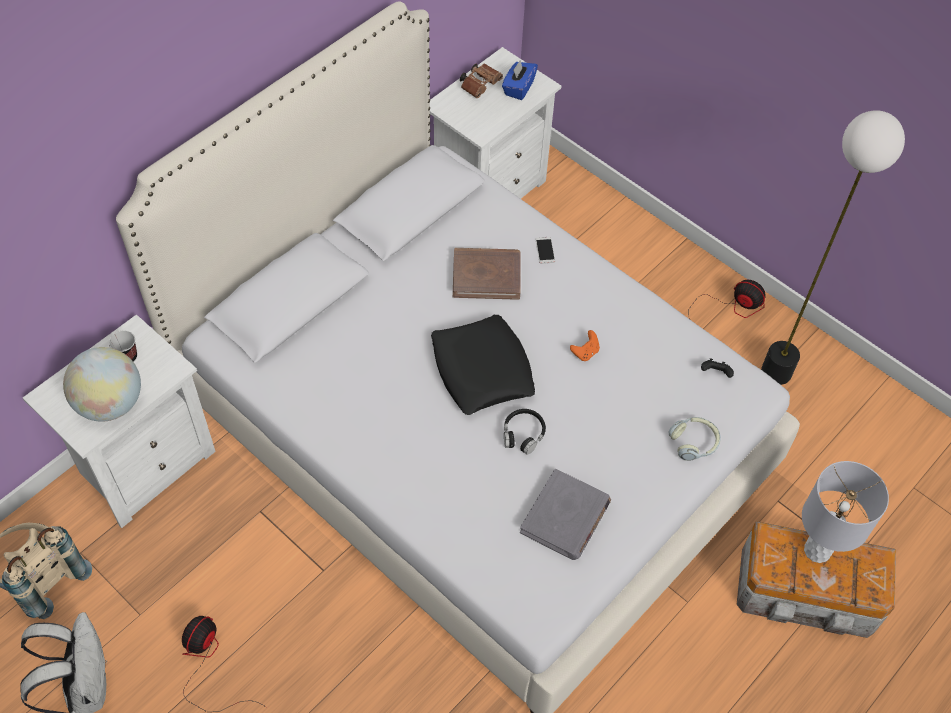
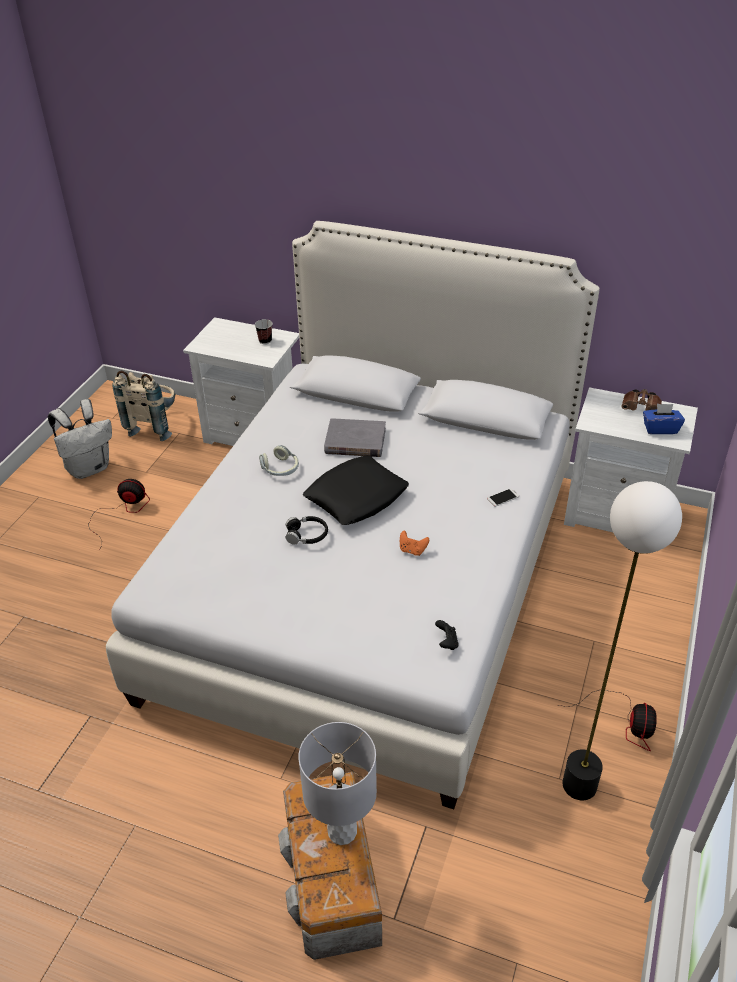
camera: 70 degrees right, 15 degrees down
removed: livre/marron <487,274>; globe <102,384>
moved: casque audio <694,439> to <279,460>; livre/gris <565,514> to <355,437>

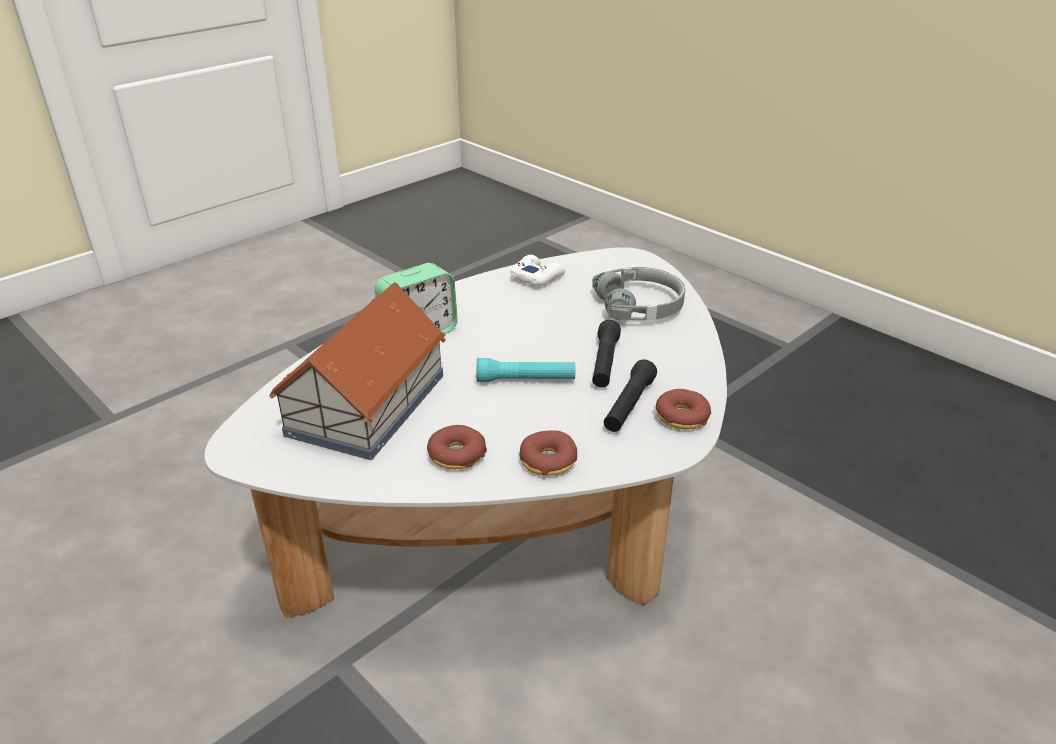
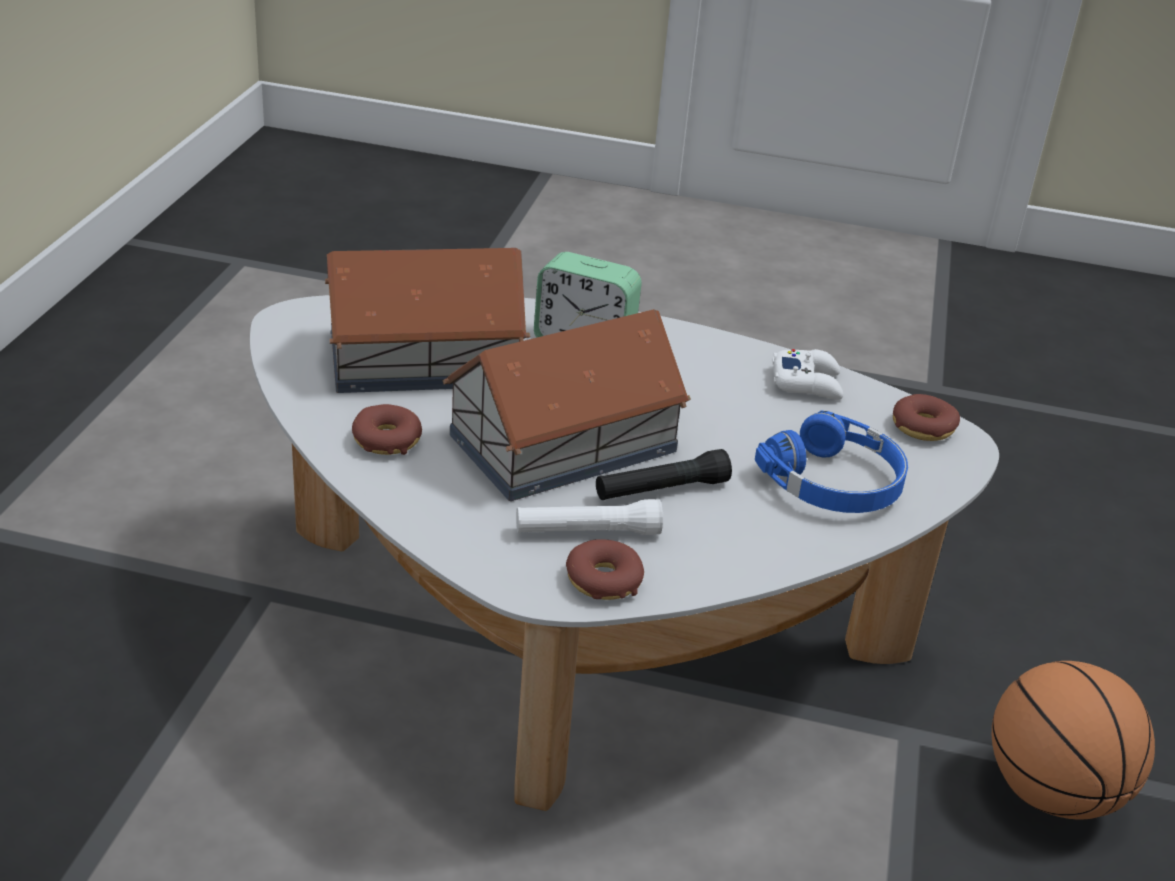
camera: 55 degrees right, 0 degrees up
added: ballon de basket <1073,740>
moved: beignet <548,453> to <926,417>
replaced: lampe de poche/turquoise <525,370> to maison miniature <566,405>
recoloured: casque audio/gris <638,293> to casque audio/bleu <831,461>; lampe de poche/noir <630,395> to lampe de poche/blanc <589,517>

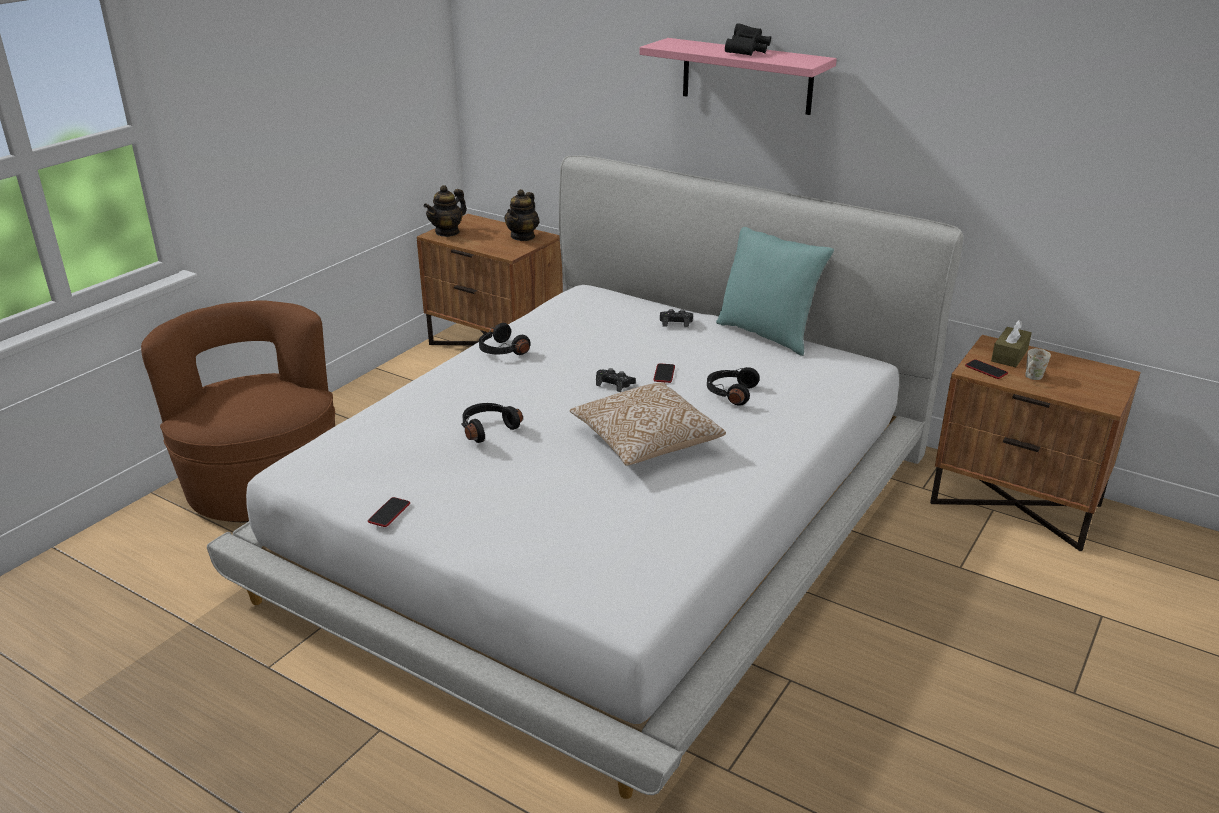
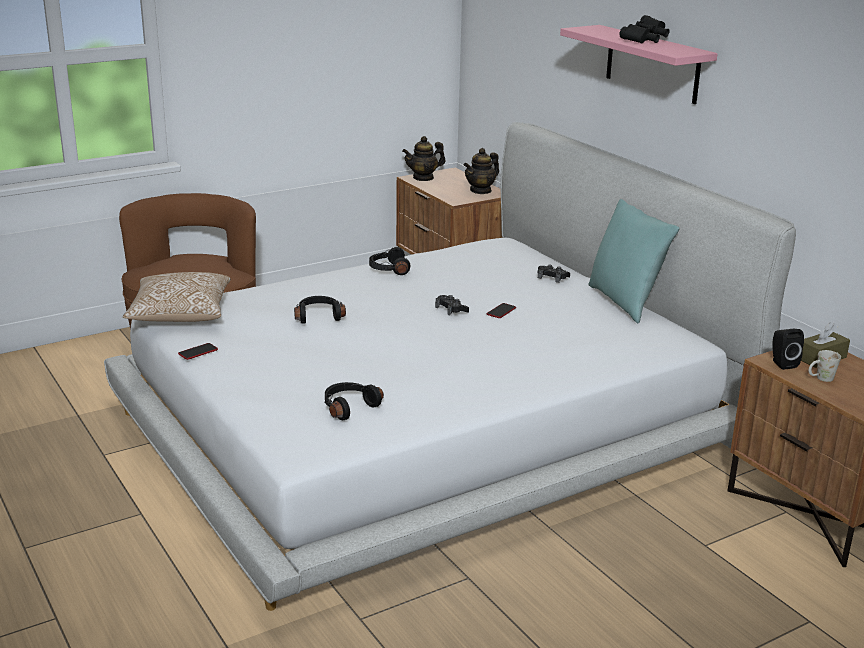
camera: 25 degrees right, 5 degrees down
moved: casque audio/noir <733,386> to <354,401>; coussin <648,424> to <177,297>
replaced: téléphone <986,369> to enceinte/noir <788,349>

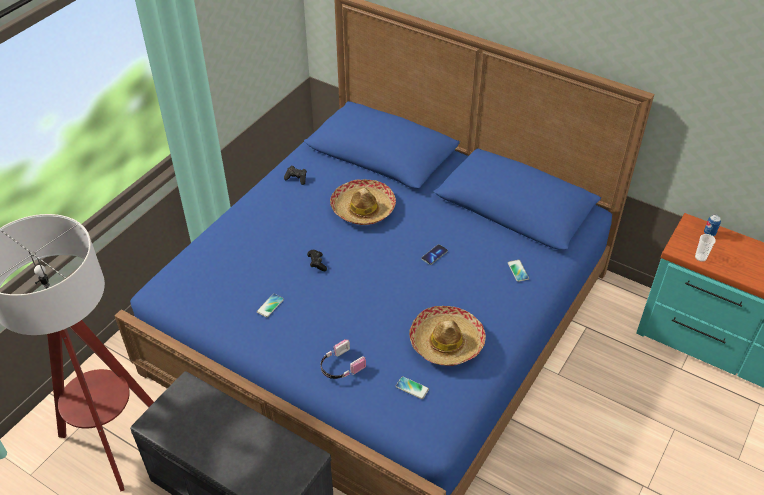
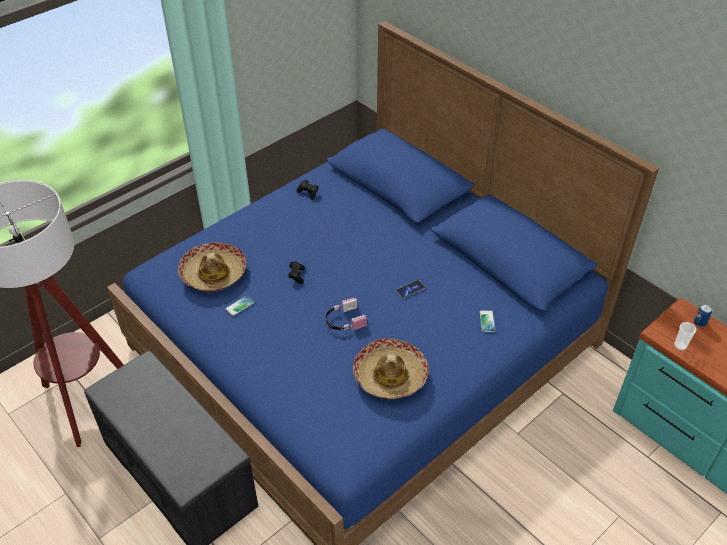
camera: 15 degrees right, 0 degrees up
removed: téléphone <412,387>
moved: chapeau <363,202> to <212,266>; casque audio <343,359> to <346,314>

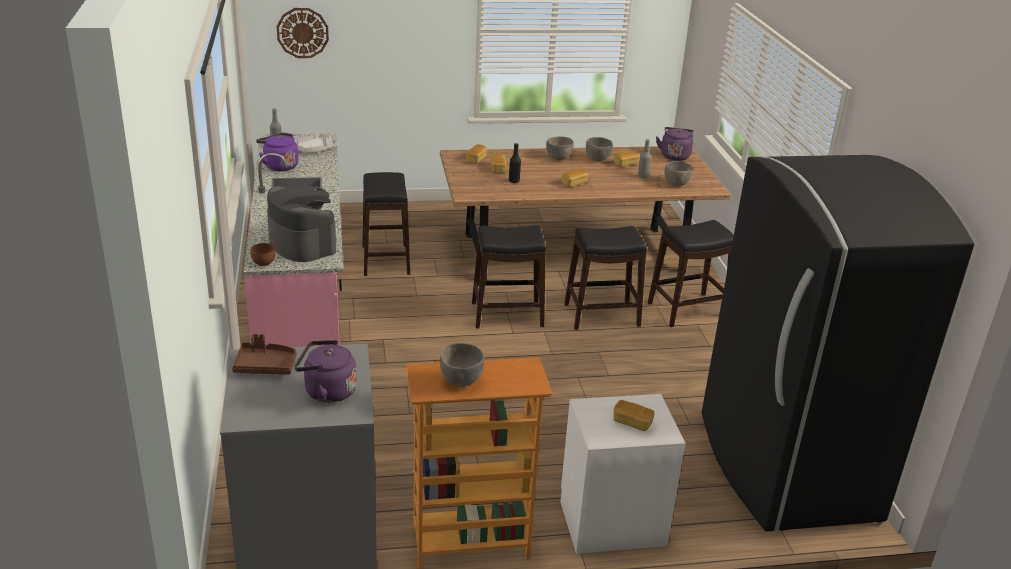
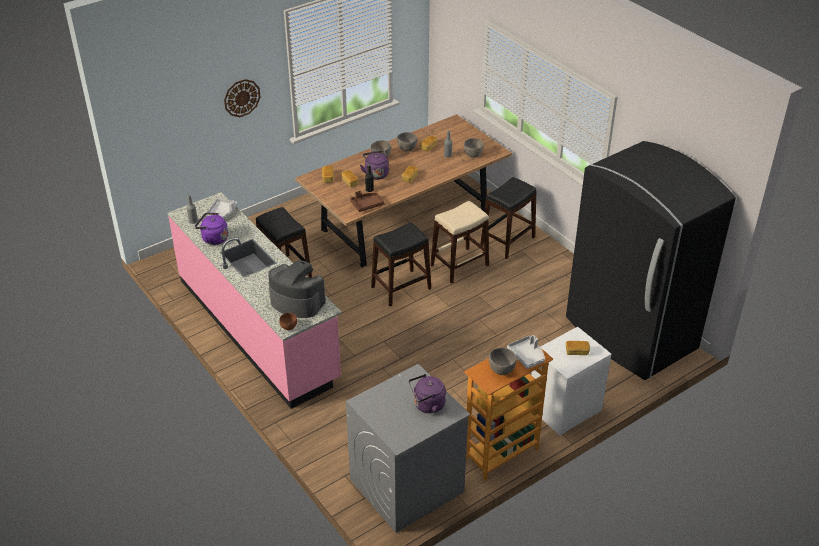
camera: 25 degrees left, 10 degrees up
added: plateau/gris <526,352>
moved: horloge murale <303,33> to <242,98>; bouilloire/violet <675,144> to <374,165>; plateau/marron <264,354> to <367,201>
recoloured: tabouret/noir <605,278> to tabouret/beige <459,242>

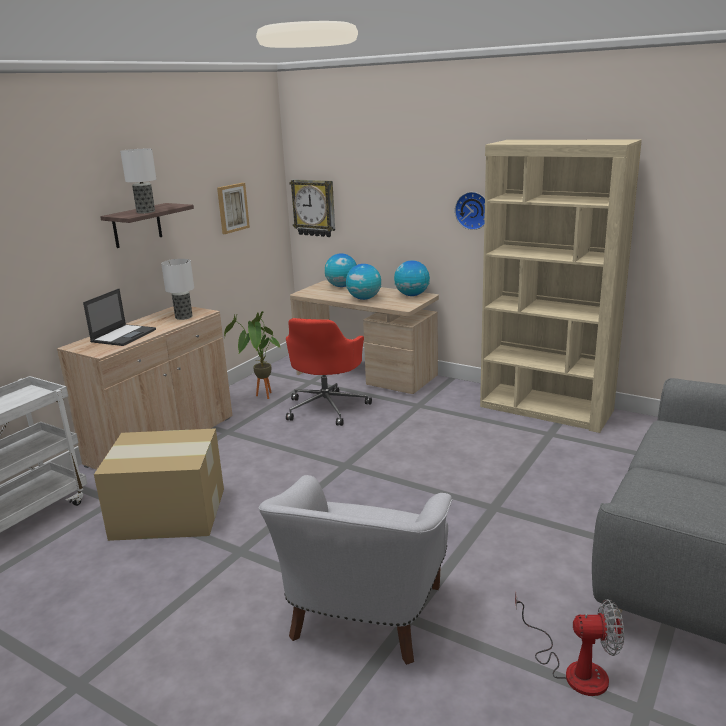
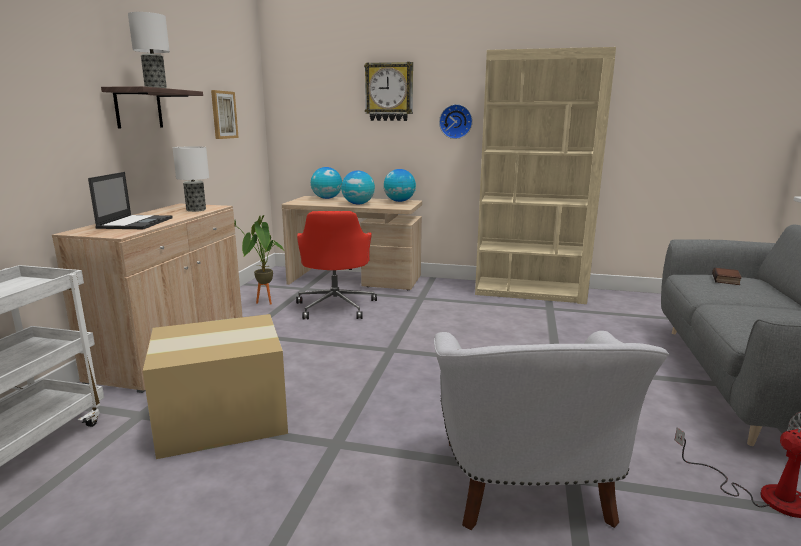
camera: 20 degrees left, 5 degrees down
added: livre <727,276>
moved: horloge murale <312,208> to <388,91>

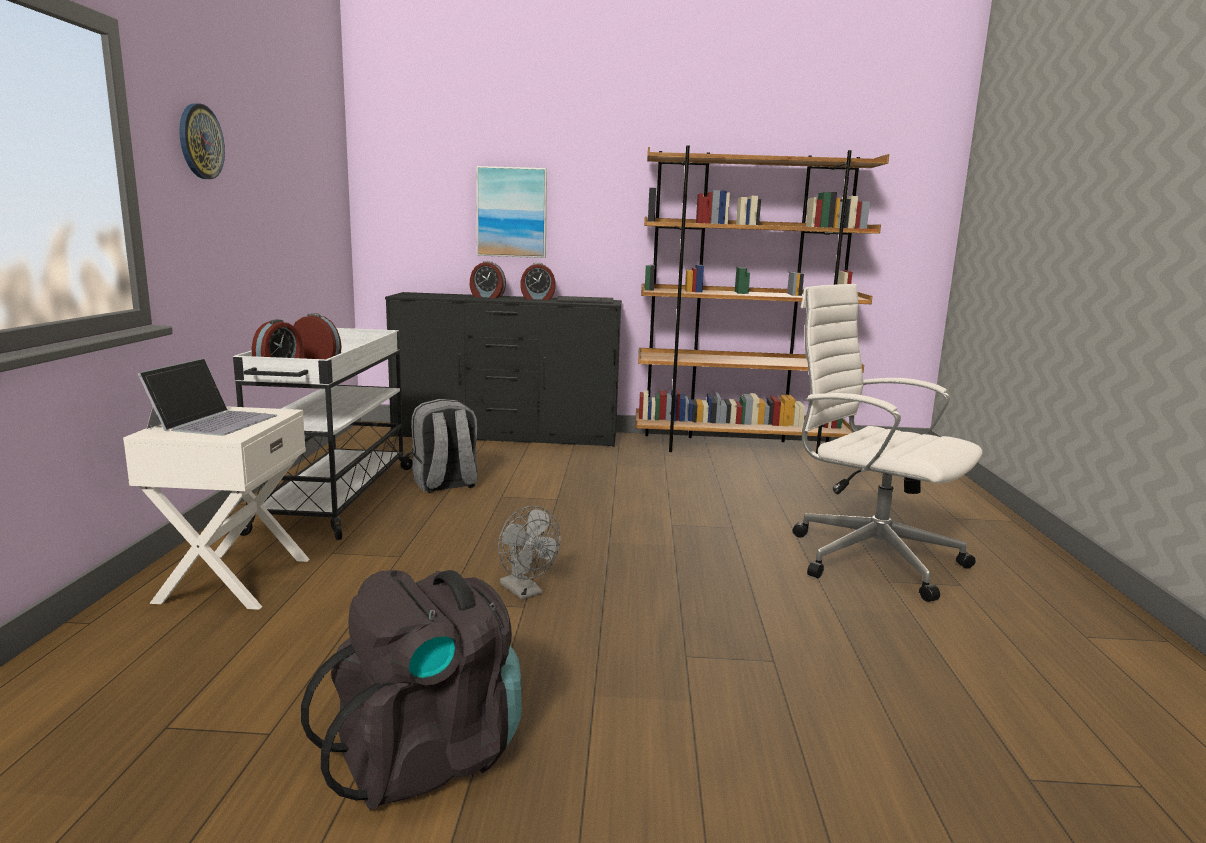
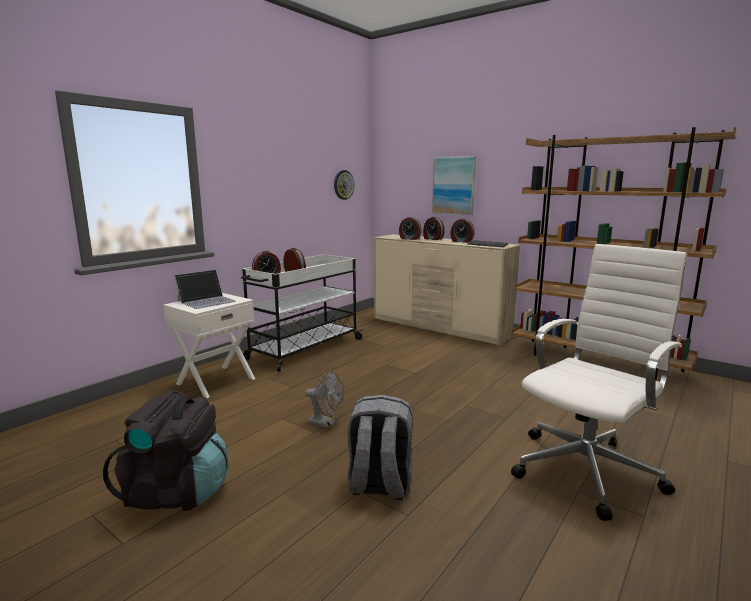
camera: 35 degrees right, 0 degrees up
added: réveil <410,228>
moved: horloge murale <202,141> to <344,185>; sac à dos/gris <444,445> to <380,447>
recoloured: commode/noir <503,369> to commode/beige <447,289>
turned: chaise de bureau/blanc <887,443> = <599,382> 60 degrees clockwise; ventilateur/gris <529,552> = <324,400> 60 degrees counterclockwise

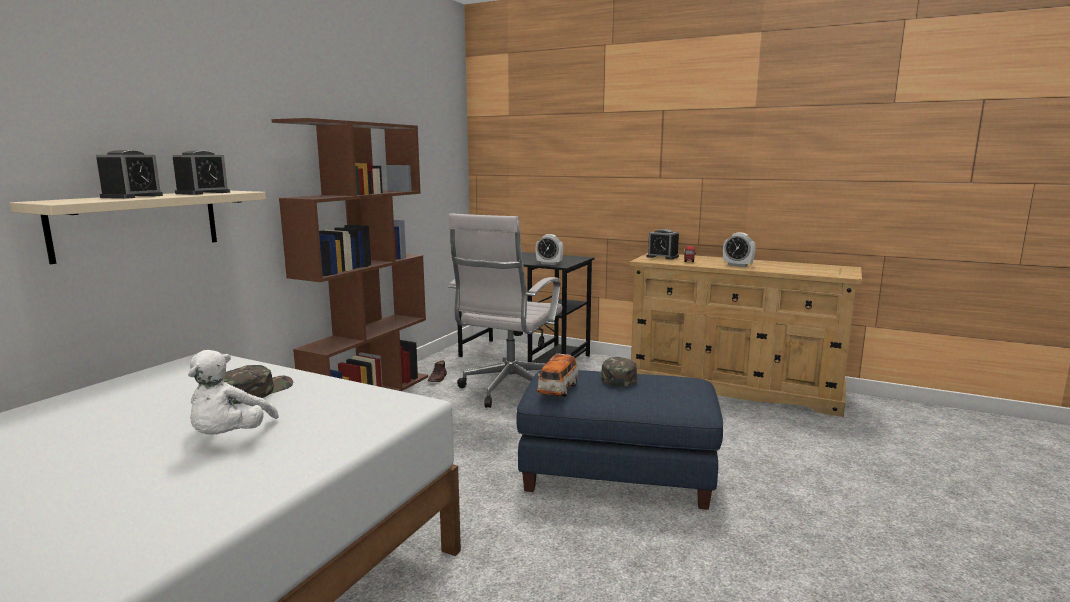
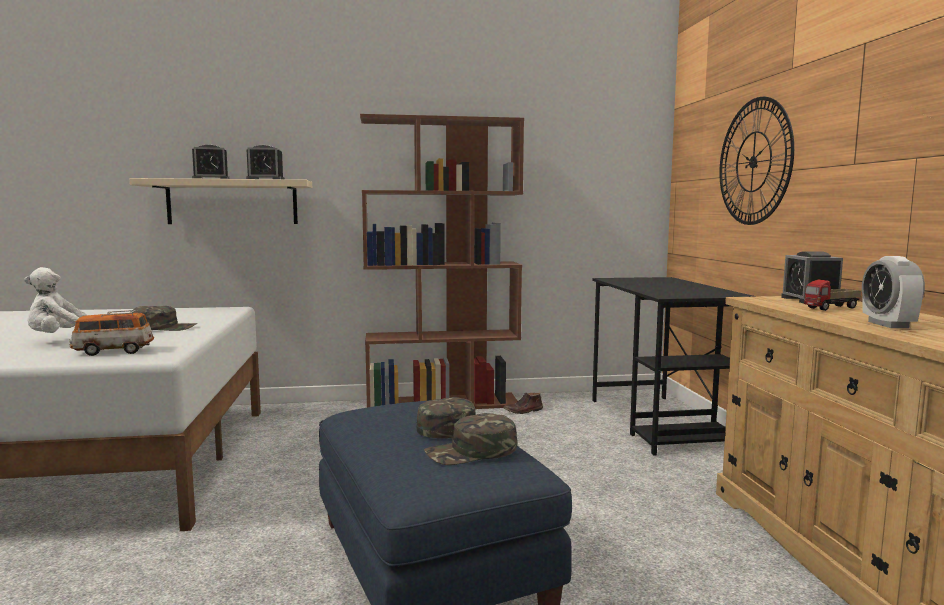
camera: 55 degrees right, 5 degrees down
removed: chaise de bureau/blanc <505,310>; réveil <549,249>
added: horloge murale <756,161>; casquette/vert <470,439>
moved: petite voiture <557,375> to <111,333>

